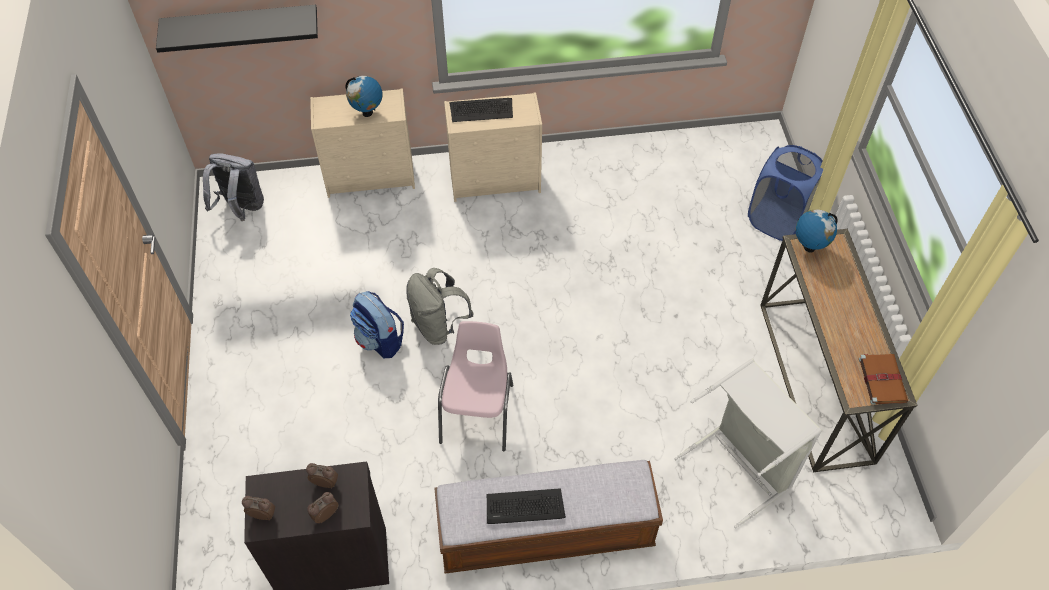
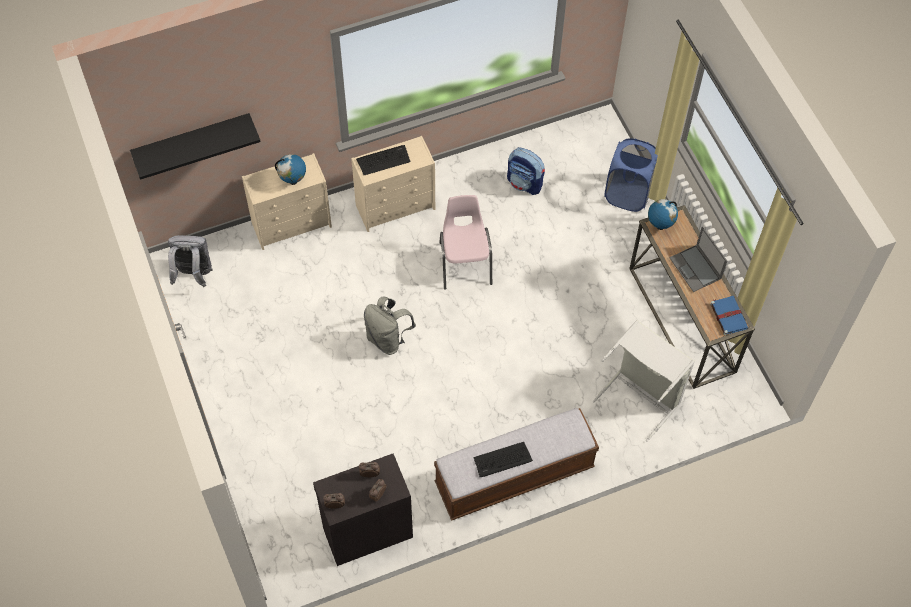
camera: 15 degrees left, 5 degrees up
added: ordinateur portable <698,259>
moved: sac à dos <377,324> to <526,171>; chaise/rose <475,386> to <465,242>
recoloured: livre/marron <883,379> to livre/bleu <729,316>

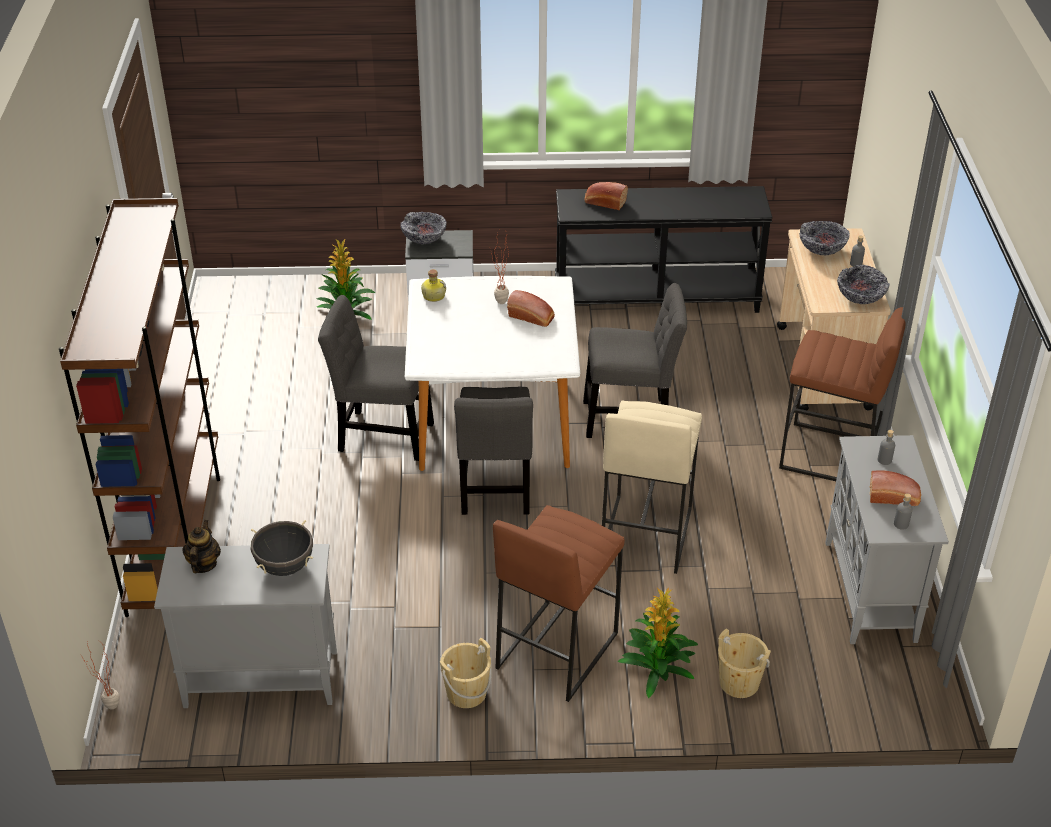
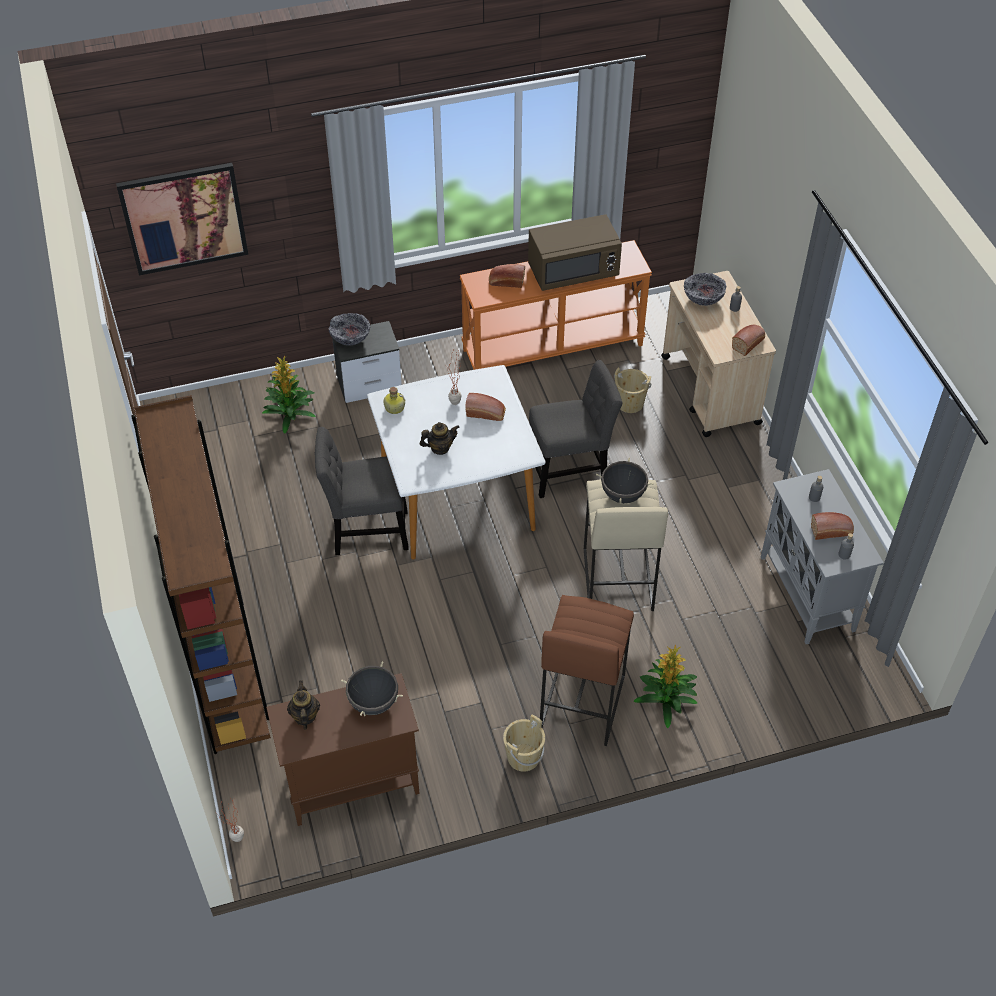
camera: 15 degrees left, 10 degrees up
removed: tabouret/marron <842,394>; chaise/gris <493,451>
added: tableau <182,219>; micro-ondes/marron <575,252>; théière <439,438>; marmite/noir <625,481>
moved: seau/beige <744,663> to <632,390>
replaced: bol <863,284> to pain <748,340>
recoloured: table console/noir <664,249> to table console/orange <556,305>; meuble de rangement/gris <245,626> to meuble de rangement/marron <342,749>

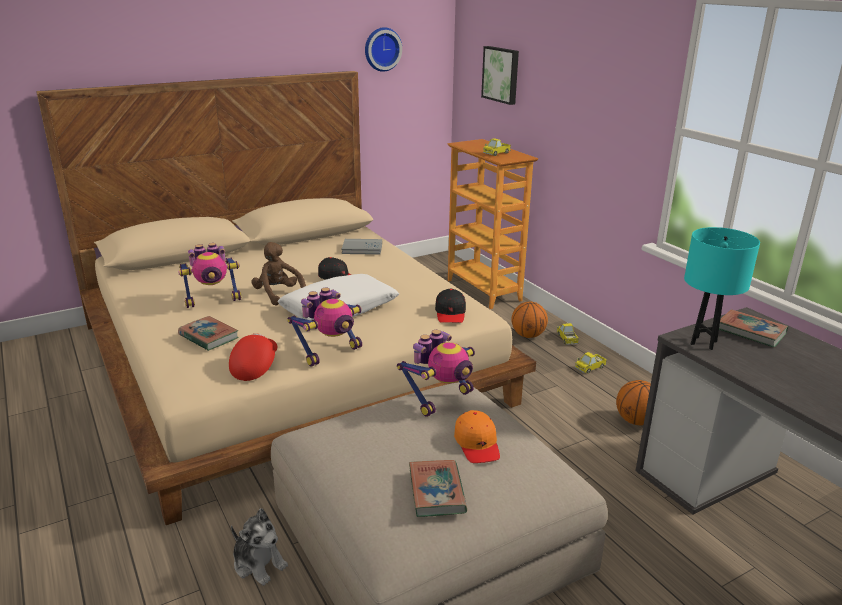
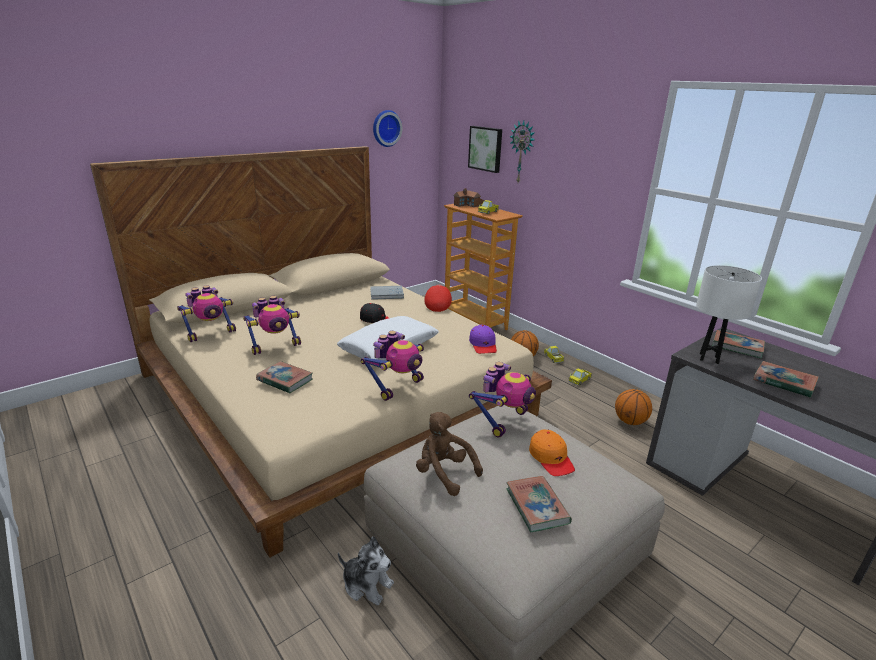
camera: 10 degrees left, 0 degrees up
added: horloge murale <522,151>; maison miniature <468,197>; robot jouet <206,313>; livre <786,379>
moved: peluche/marron <278,274> to <449,454>; casquette/rouge <253,357> to <438,298>
recoloured: lampe de table/turquoise <722,288> to lampe de table/blanc <729,314>; casquette/noir <450,306> to casquette/violet <483,339>

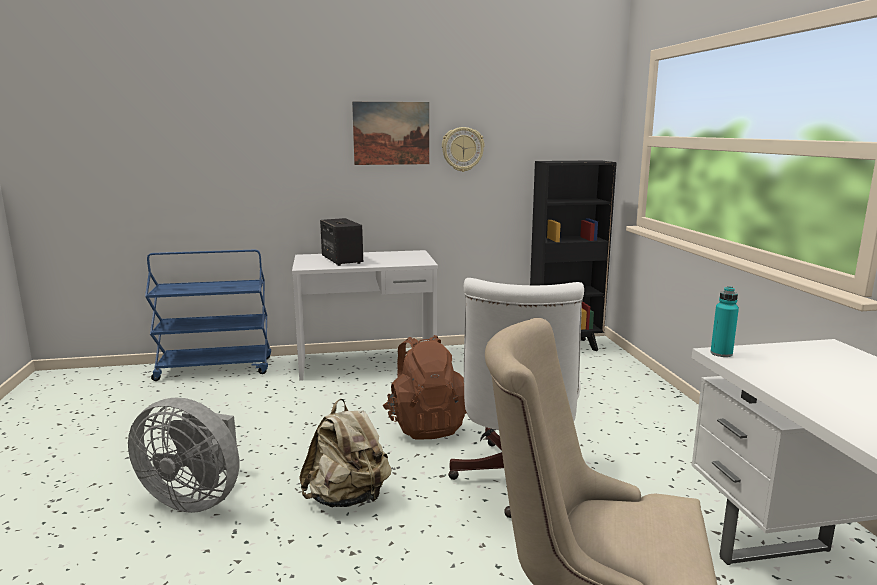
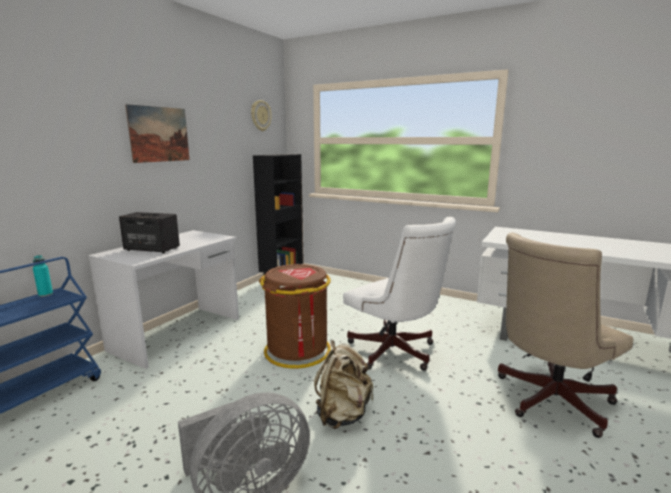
camera: 50 degrees left, 0 degrees up
moved: horloge murale <463,149> to <261,115>; bouteille/turquoise <724,321> to <43,276>
replaced: sac à dos/marron <425,387> to poubelle/marron <295,316>

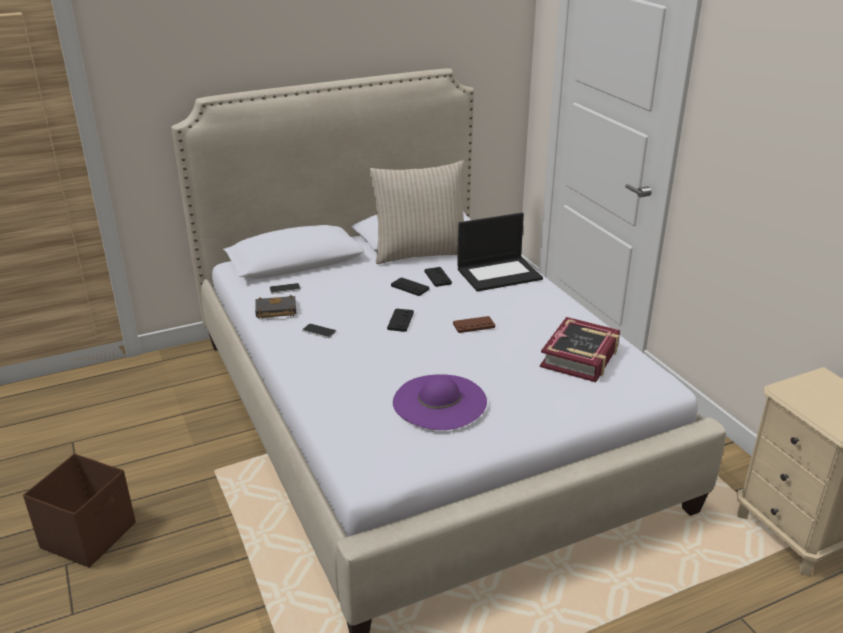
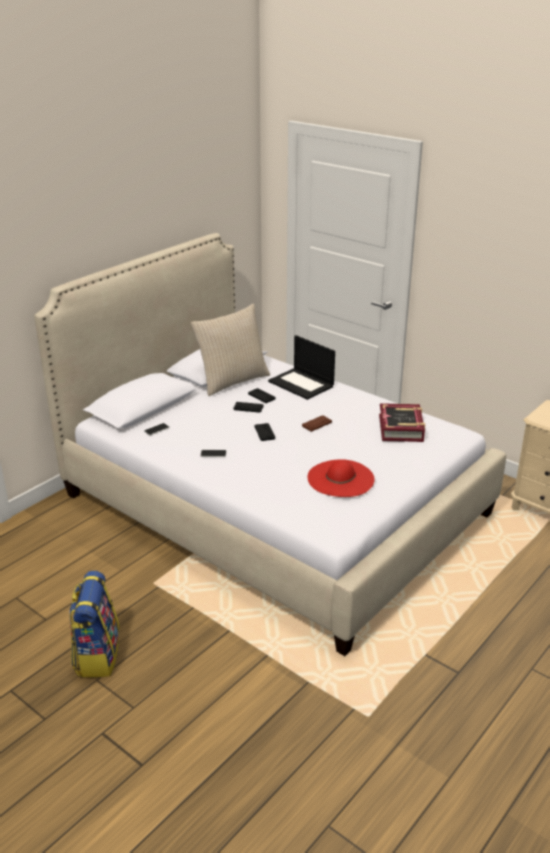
camera: 25 degrees left, 0 degrees up
removed: livre/noir <275,307>
replaced: boîte de rangement/marron <79,511> to sac à dos <94,624>
recoloured: chapeau/violet <440,402> to chapeau/rouge <341,478>
turned: ordinateur portable <500,252> = <301,367> 90 degrees clockwise

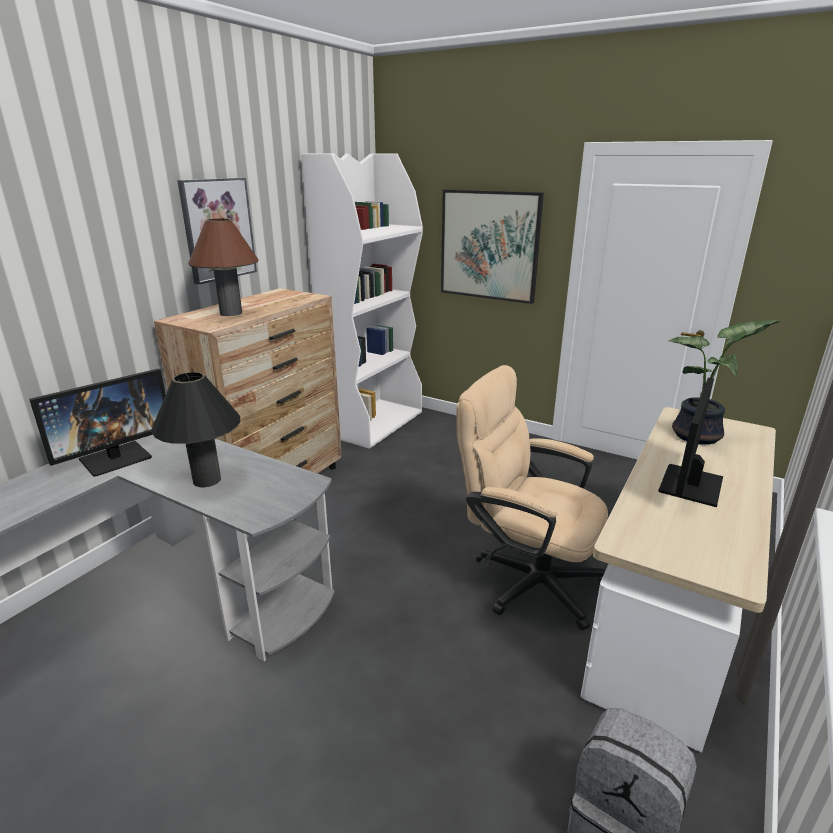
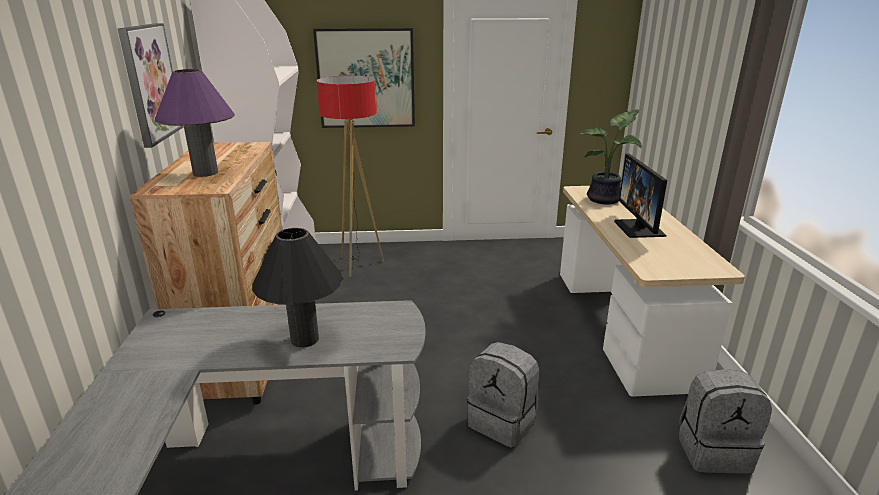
camera: 35 degrees left, 0 degrees up
removed: chaise de bureau/beige <532,497>; écran d'ordinateur <97,422>
added: lampadaire <350,176>; sac à dos/gris <503,395>
recoloured: lampe de table/marron <223,267> to lampe de table/violet <195,123>

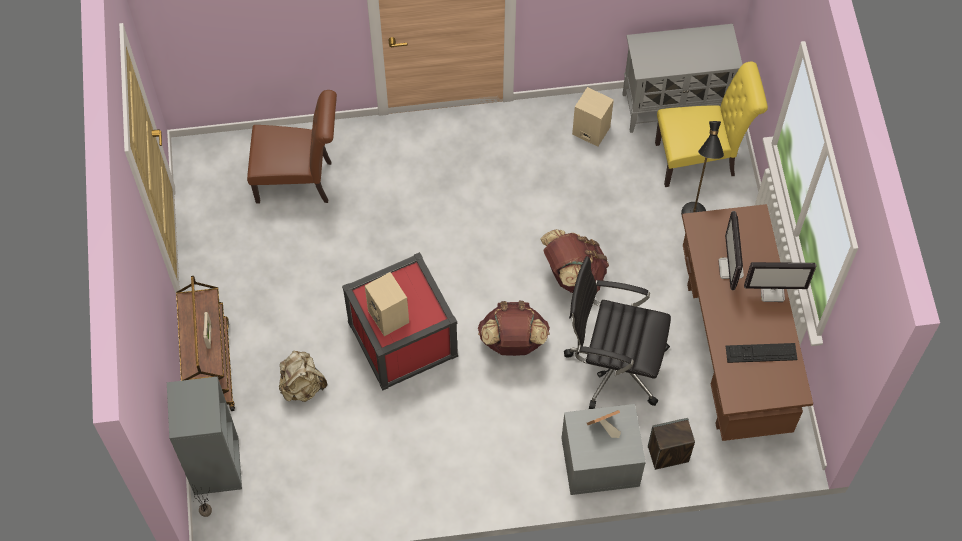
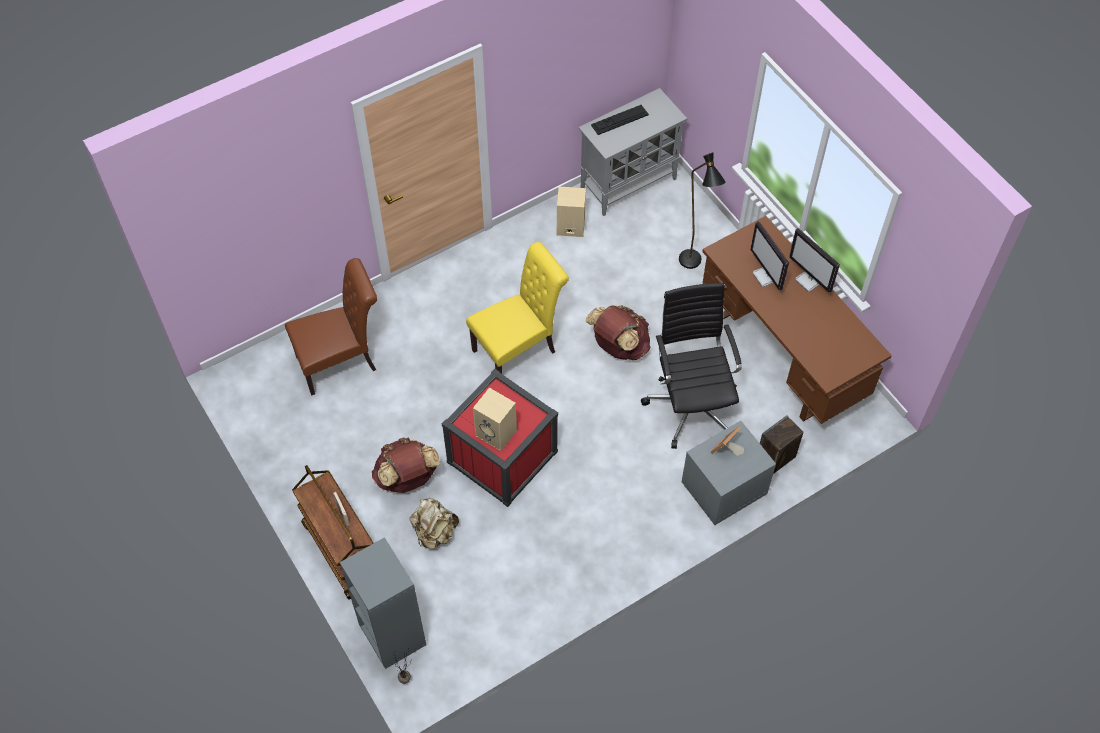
camera: 25 degrees left, 5 degrees down
moved: chaise/jaune <711,124> to <517,308>; sac à dos/marron <514,328> to <406,465>; clavier <762,353> to <620,120>
turned: chaise de bureau/noir <617,332> = <691,366> 90 degrees clockwise; écran d'ordinateur <780,282> = <814,260> 75 degrees clockwise

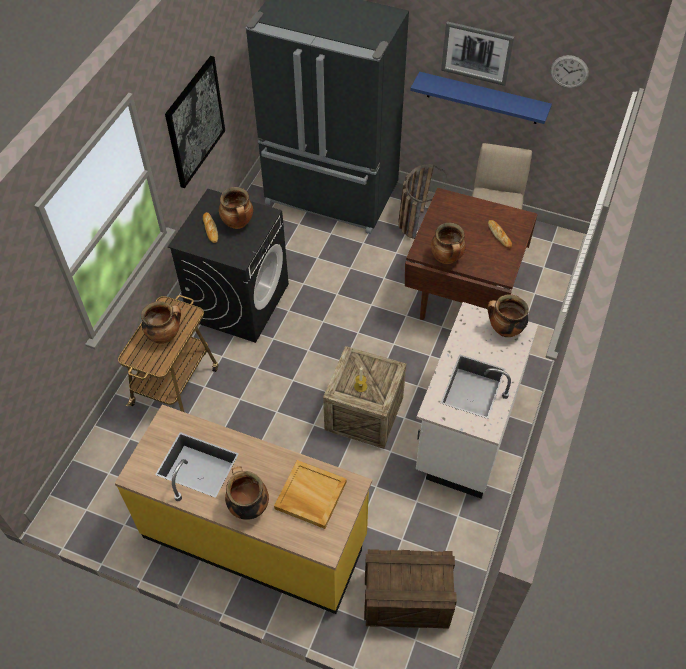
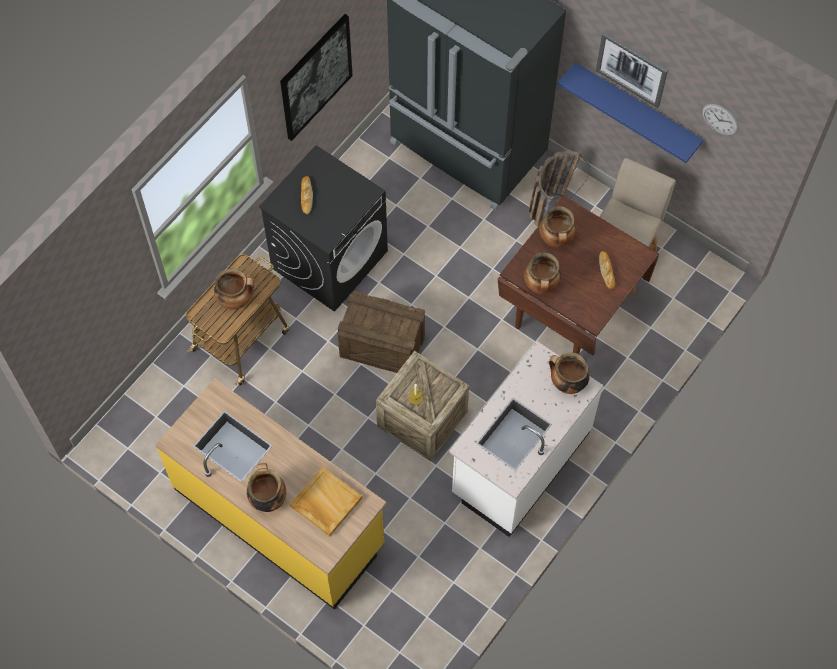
camera: 15 degrees right, 10 degrees up
moved: marmite <236,208> to <557,227>; caisse <410,589> to <381,332>

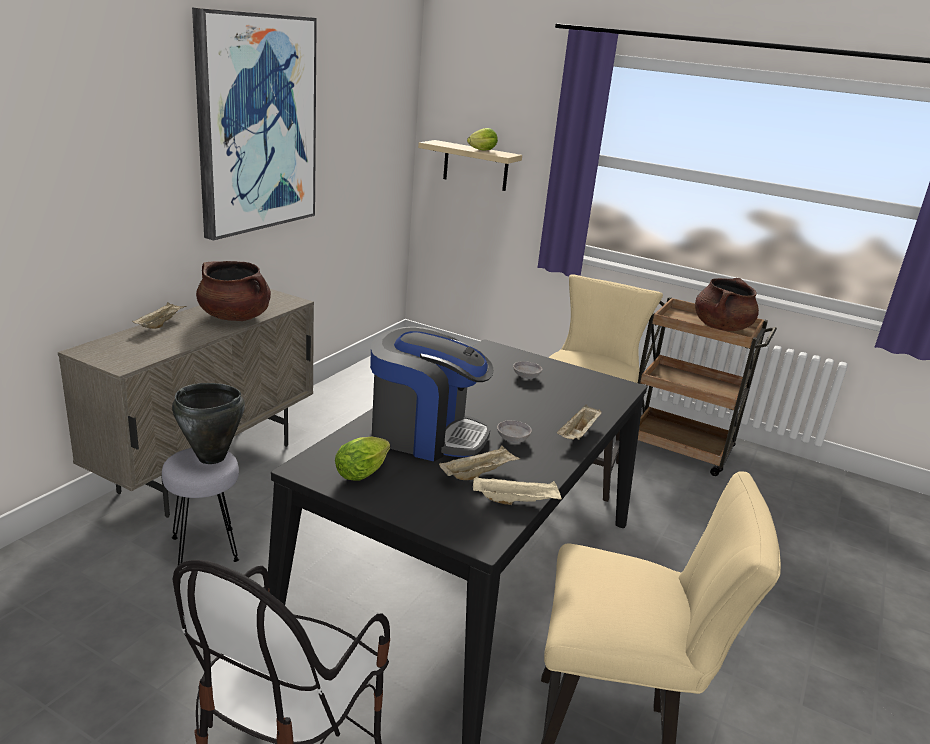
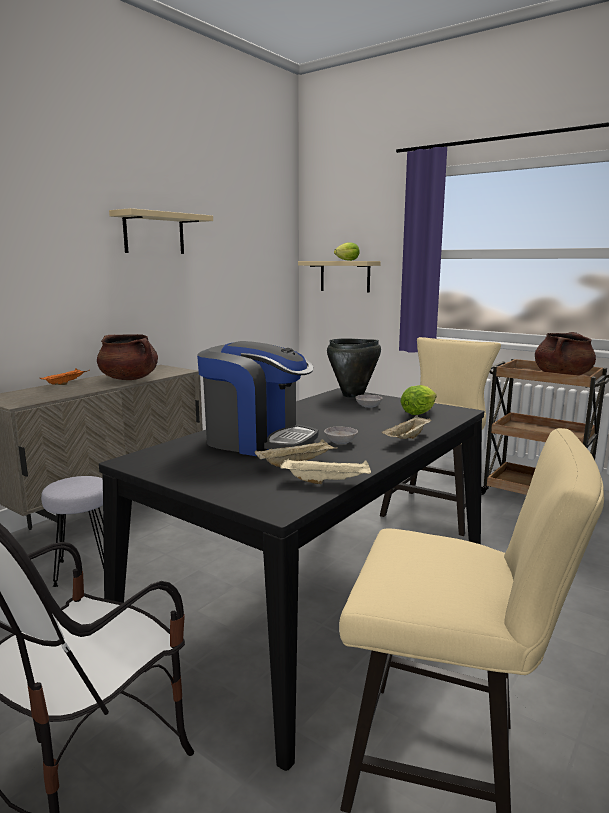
camera: 10 degrees right, 10 degrees down
moved: marmite/noir <208,423> to <354,368>; laitue <362,459> to <418,400>
replaced: tableau <254,124> to étagère/beige <161,231>
recoloured: plateau/beige <159,315> to plateau/orange <65,376>

